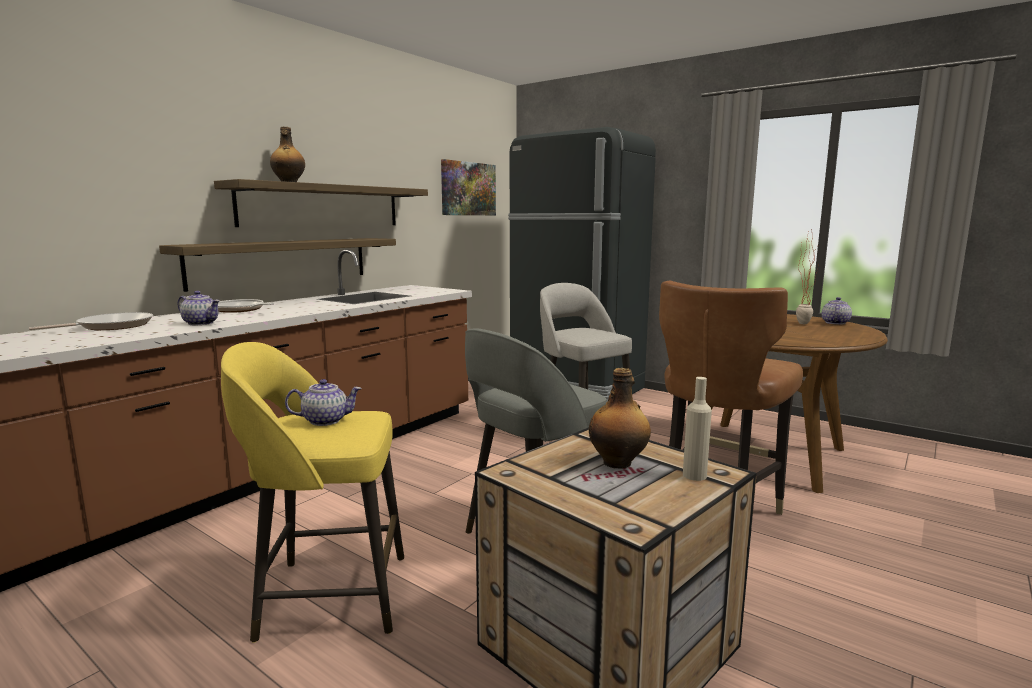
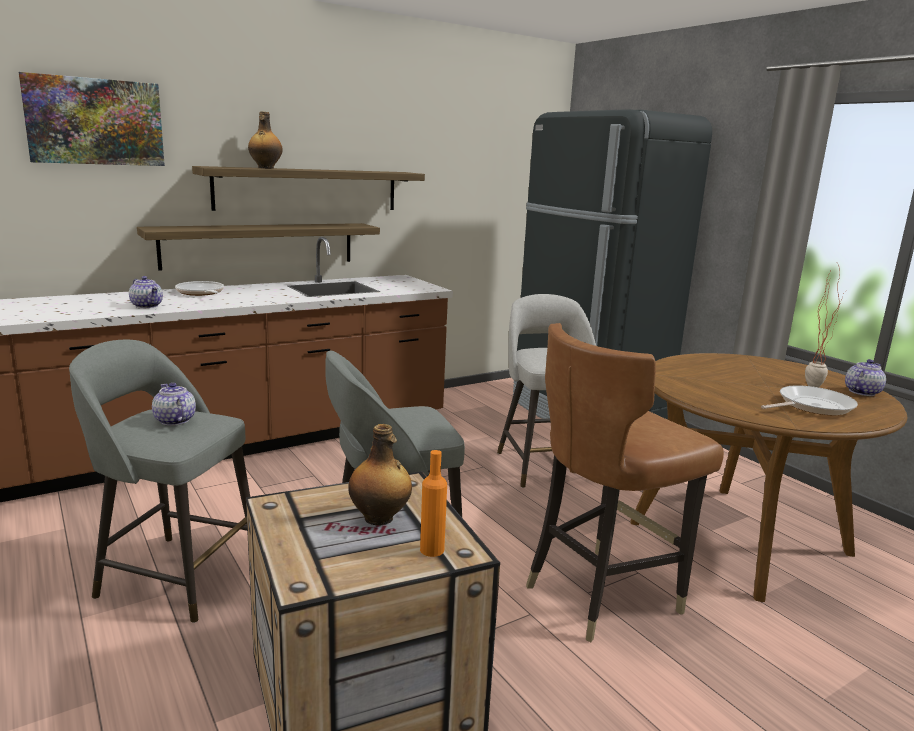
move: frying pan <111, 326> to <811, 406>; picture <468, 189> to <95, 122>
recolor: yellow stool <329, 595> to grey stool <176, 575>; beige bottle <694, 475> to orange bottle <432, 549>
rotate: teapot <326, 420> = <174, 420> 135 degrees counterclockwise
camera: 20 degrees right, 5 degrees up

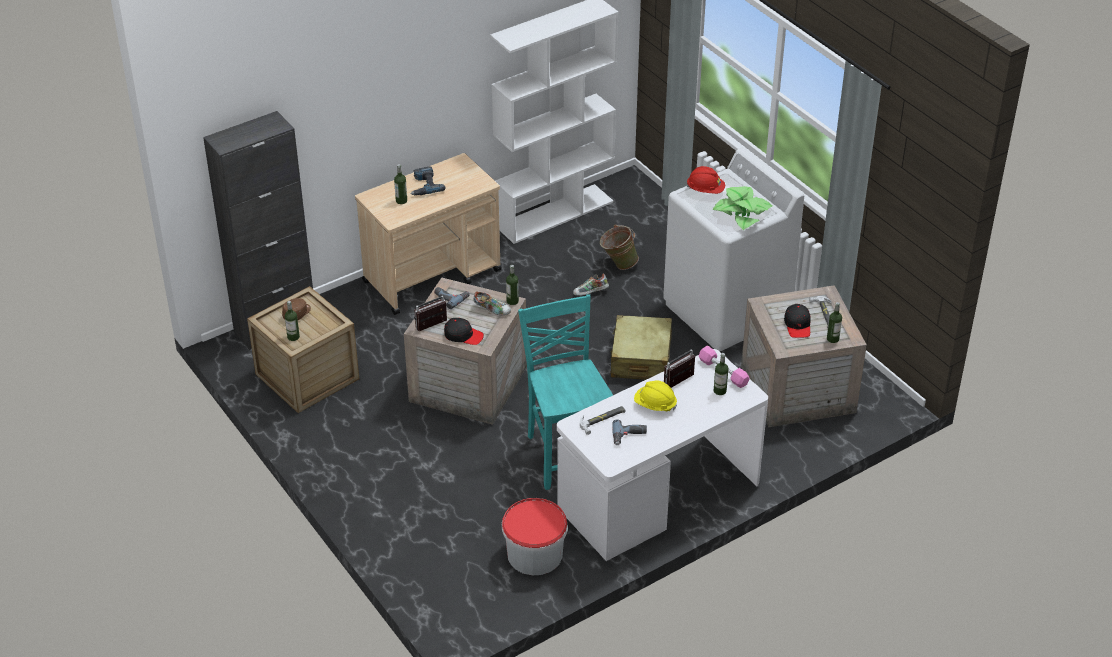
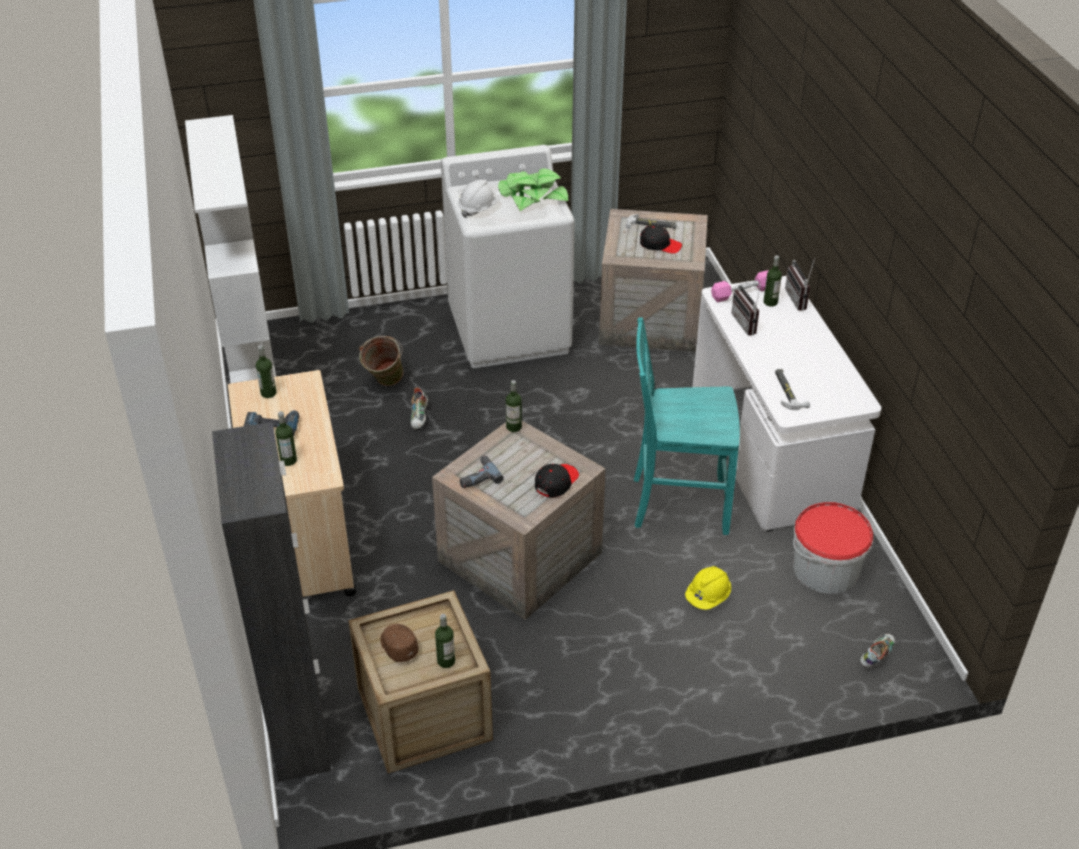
delete: beige suitcase <641, 358>; power drill <629, 436>
move: radio <433, 327> to <800, 299>; shoe <492, 309> to <876, 656>; yellow hard hat <655, 405> to <708, 597>; bottle <832, 339> to <268, 393>
recolor: red hard hat <705, 190> to white hard hat <478, 209>
camera: 70 degrees left, 0 degrees up

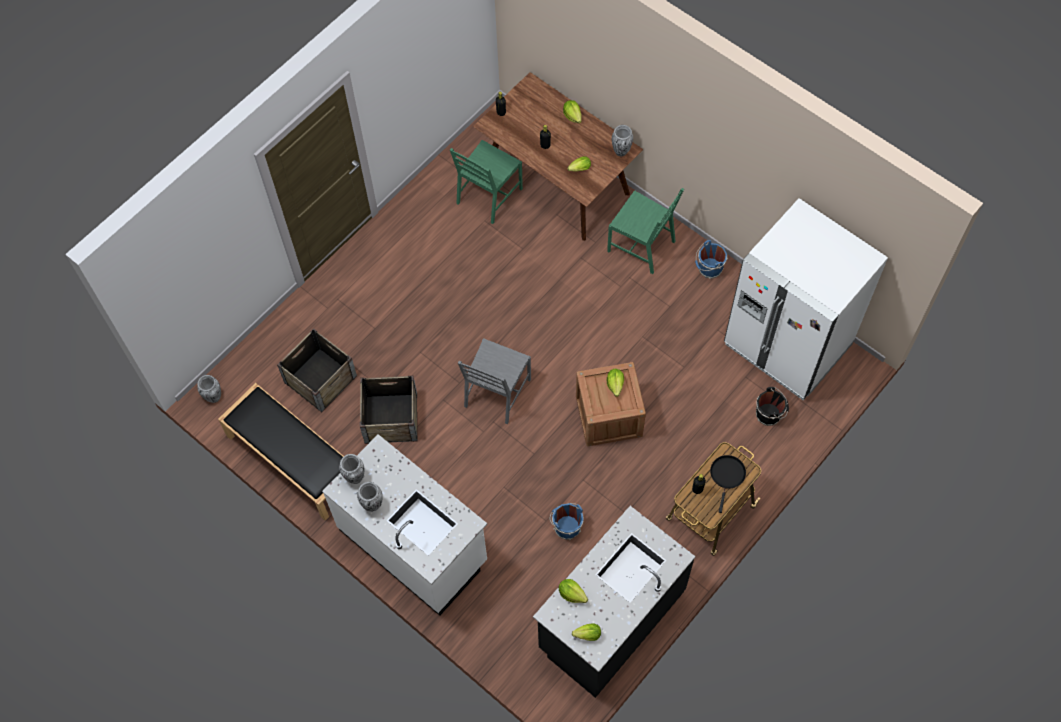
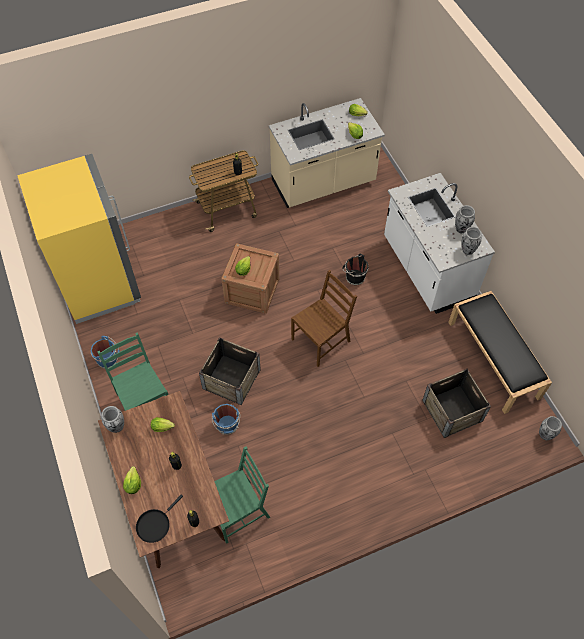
move: crate <390, 418> to <231, 379>; blue bucket <566, 526> to <227, 426>; black frying pan <727, 476> to <155, 524>; black bucket <769, 414> to <354, 277>
recolor: grey chair <497, 393> to brown chair <321, 340>; black counter <610, 619> to beige counter <323, 183>; white fridge <787, 345> to yellow fridge <99, 282>
camera: 155 degrees left, 5 degrees down

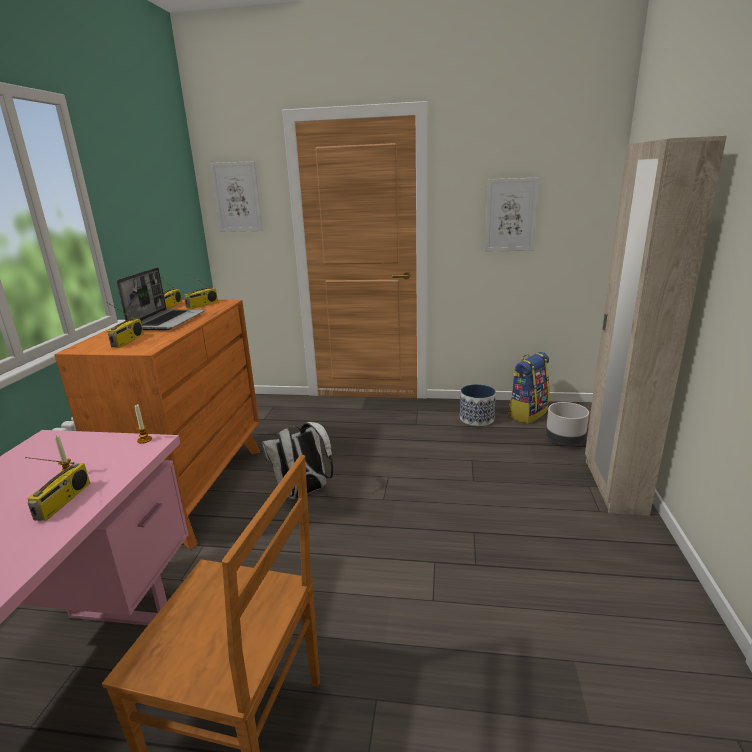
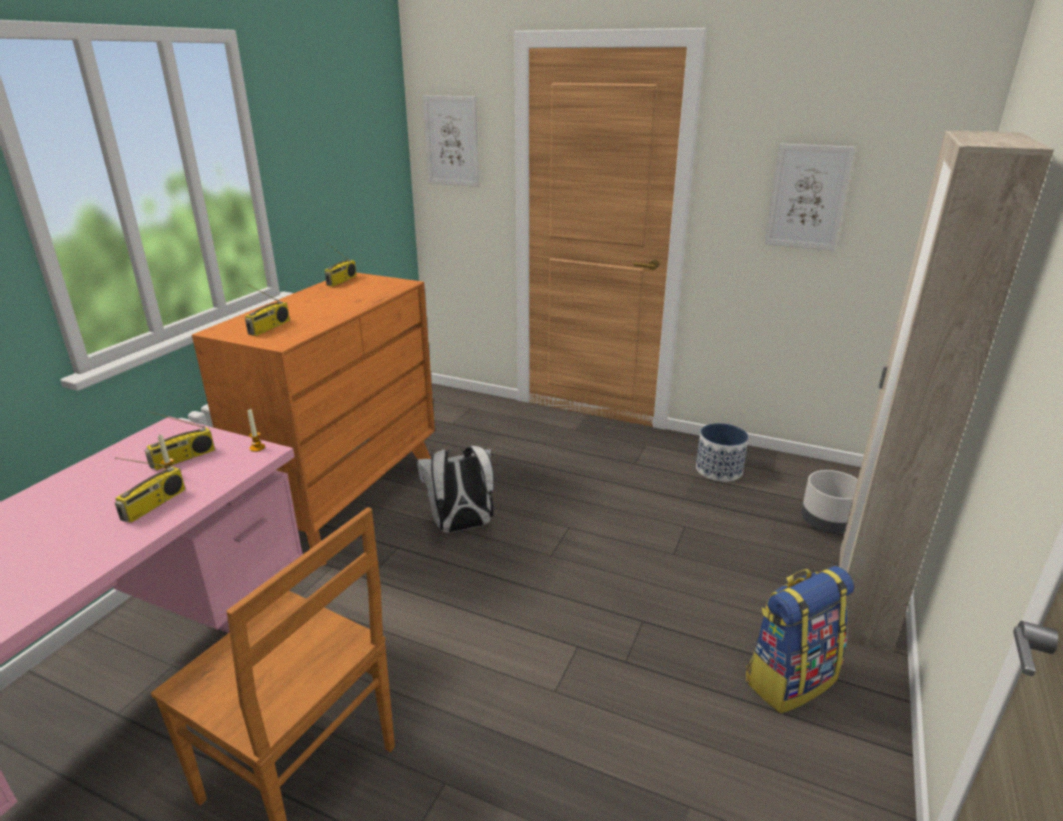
delete: laptop <168, 321>
move: radio <202, 305> to <183, 459>; backpack <527, 413> to <789, 679>
camera: 15 degrees right, 5 degrees up

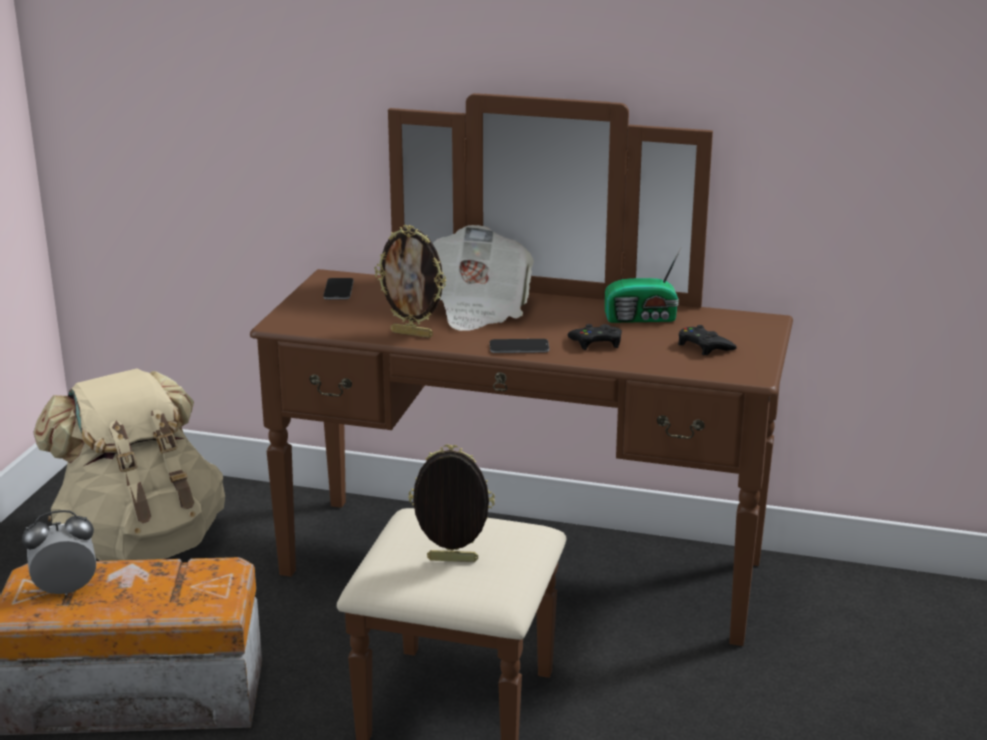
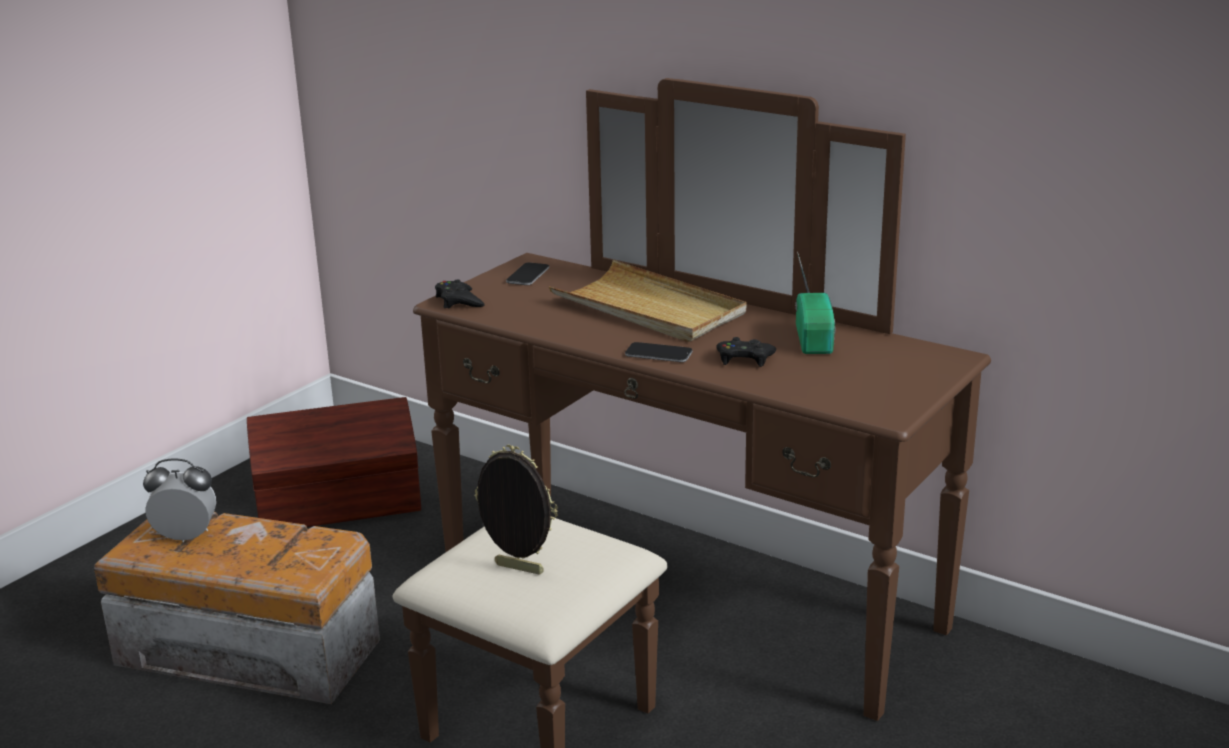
delete: picture frame <412, 334>
move: black game controller <704, 346> to <458, 301>
replace: beige backpack <141, 543> to brown storage box <341, 506>; newspaper <476, 308> to beige tray <649, 308>
rotate: radio <642, 318> = <815, 339> 105 degrees counterclockwise
camera: 20 degrees right, 0 degrees up

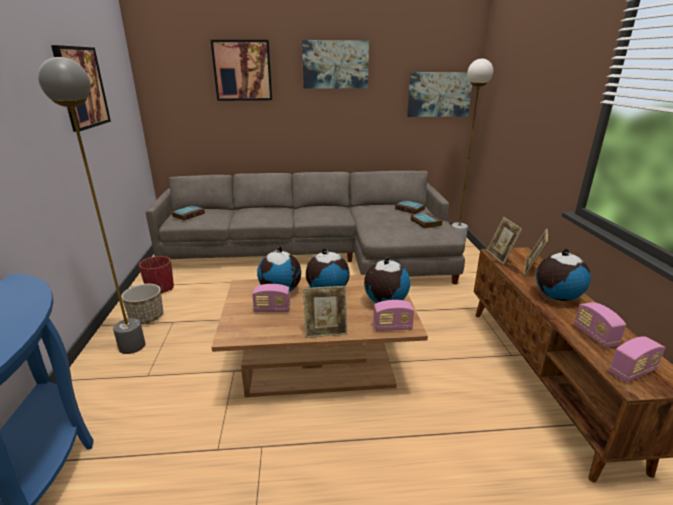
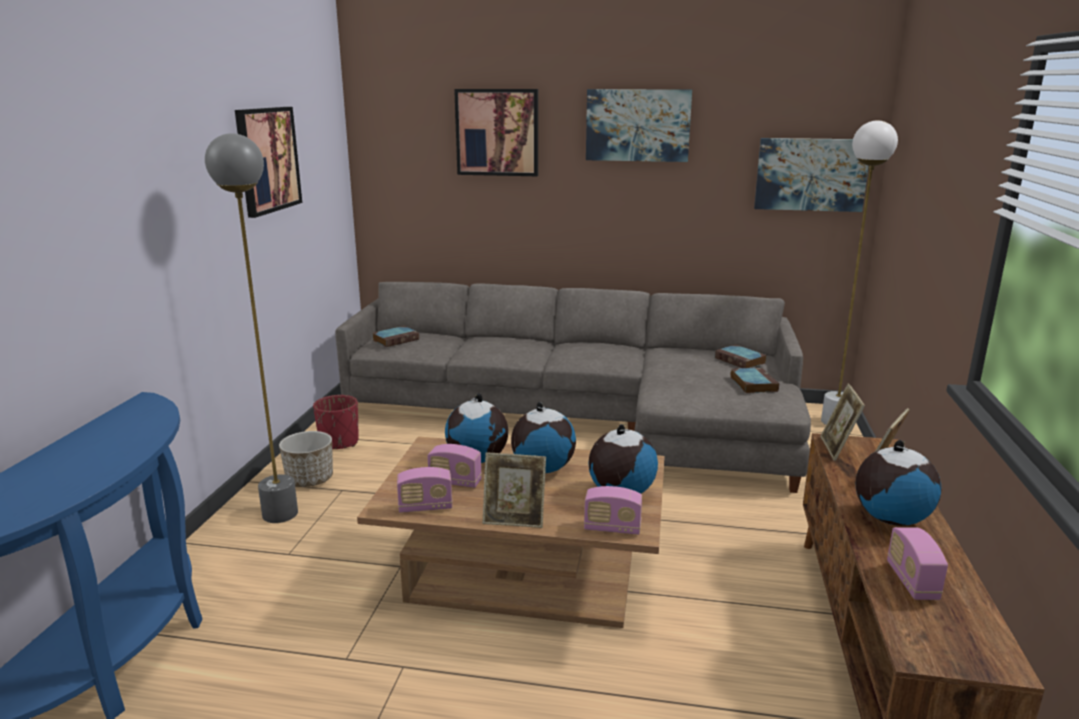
move: radio <632, 372> to <425, 507>
camera: 15 degrees right, 5 degrees down

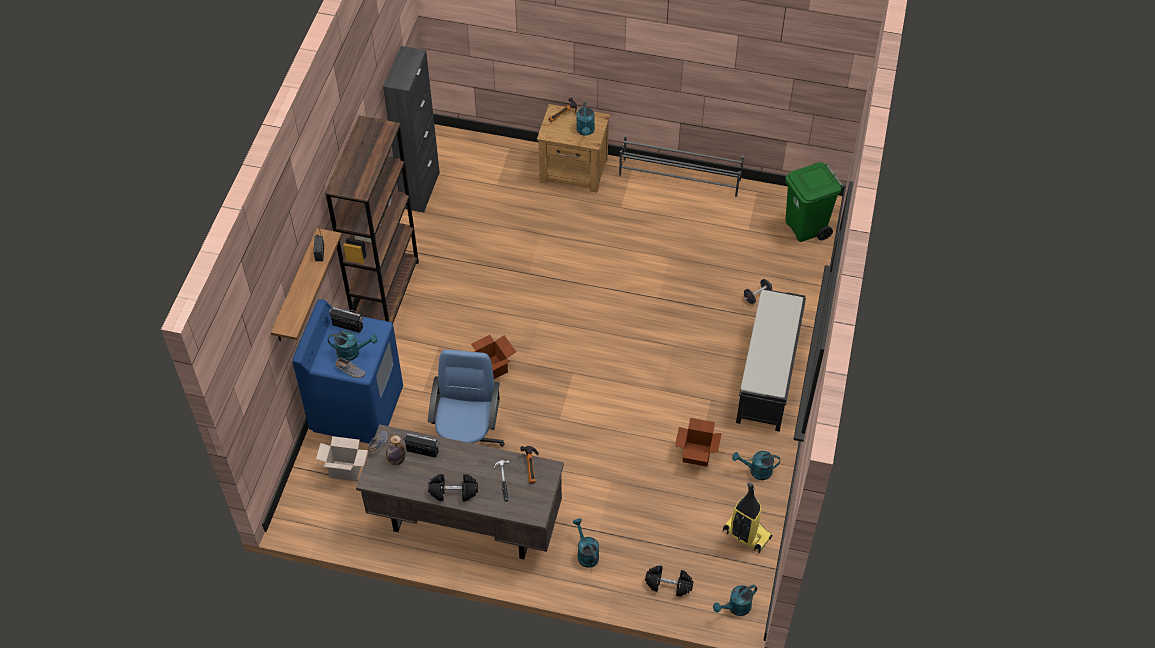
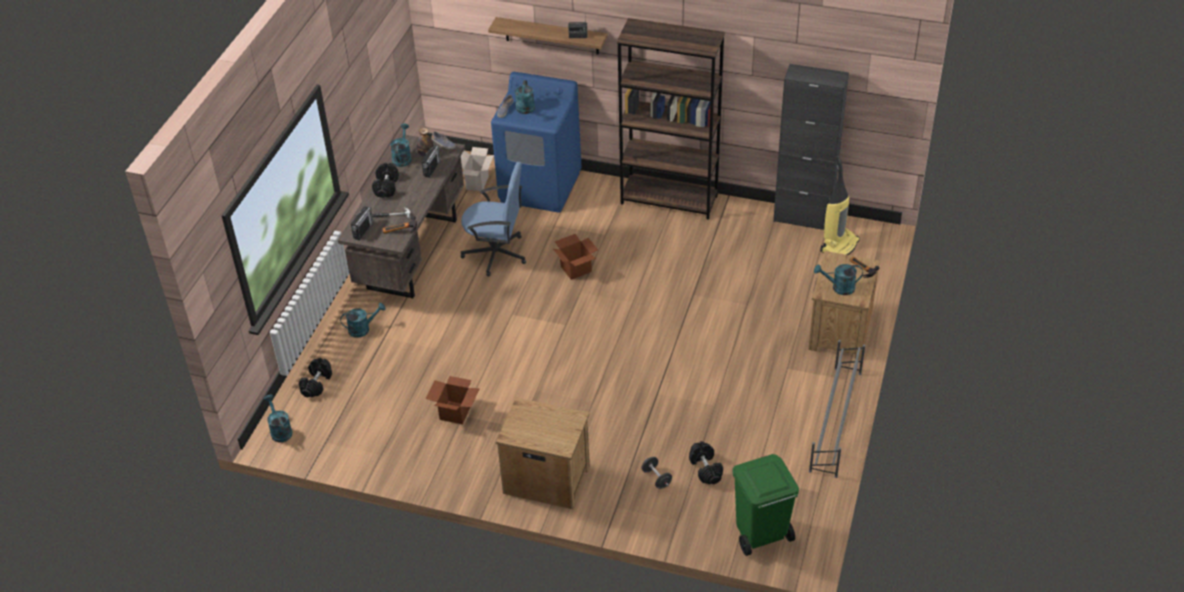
insert: black dumbbell <706, 469>
move: radio <347, 326> to <363, 230>; vacuum cleaner <745, 534> to <839, 246>; turquoise watering can <756, 471> to <402, 157>
replace: black bench <767, 375> to brown nightstand <545, 478>
camera: 95 degrees right, 10 degrees down

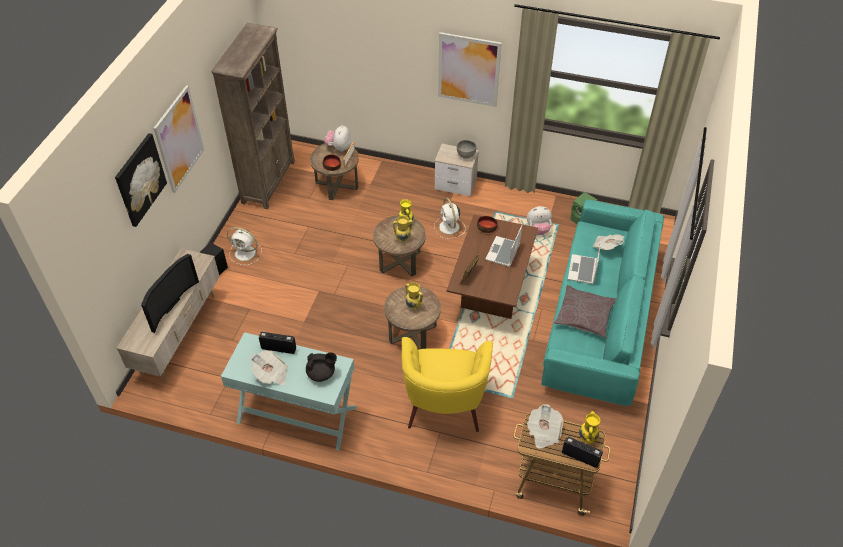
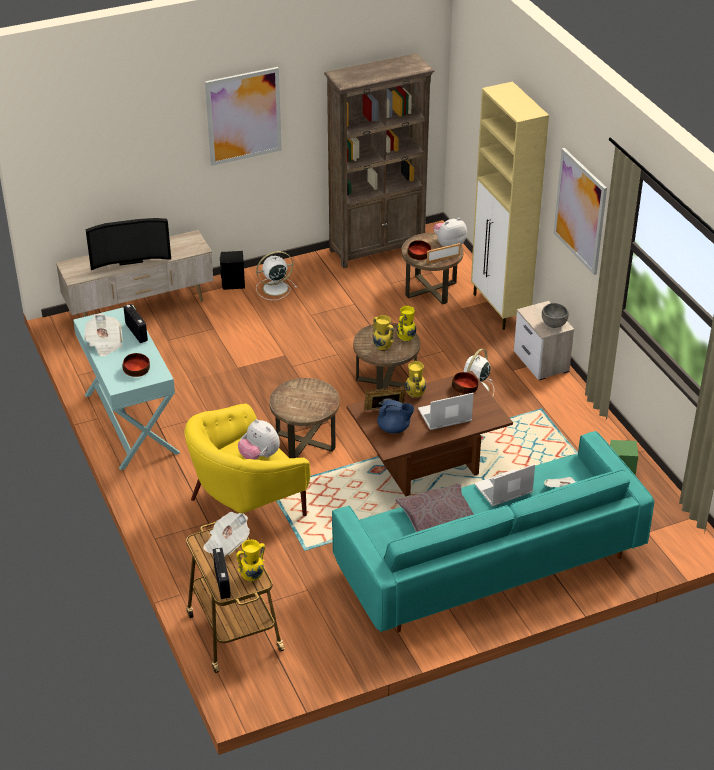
delete: picture <140, 179>
insert: blue teapot <394, 428>; beige cabinet <500, 309>
move: yellow vase <414, 306> to <415, 395>; plush toy <538, 229> to <259, 456>
replace: black teapot <321, 373> to bowl <136, 370>
rotate: white fan <246, 253> = <274, 288> 90 degrees clockwise
camera: 50 degrees right, 10 degrees down

